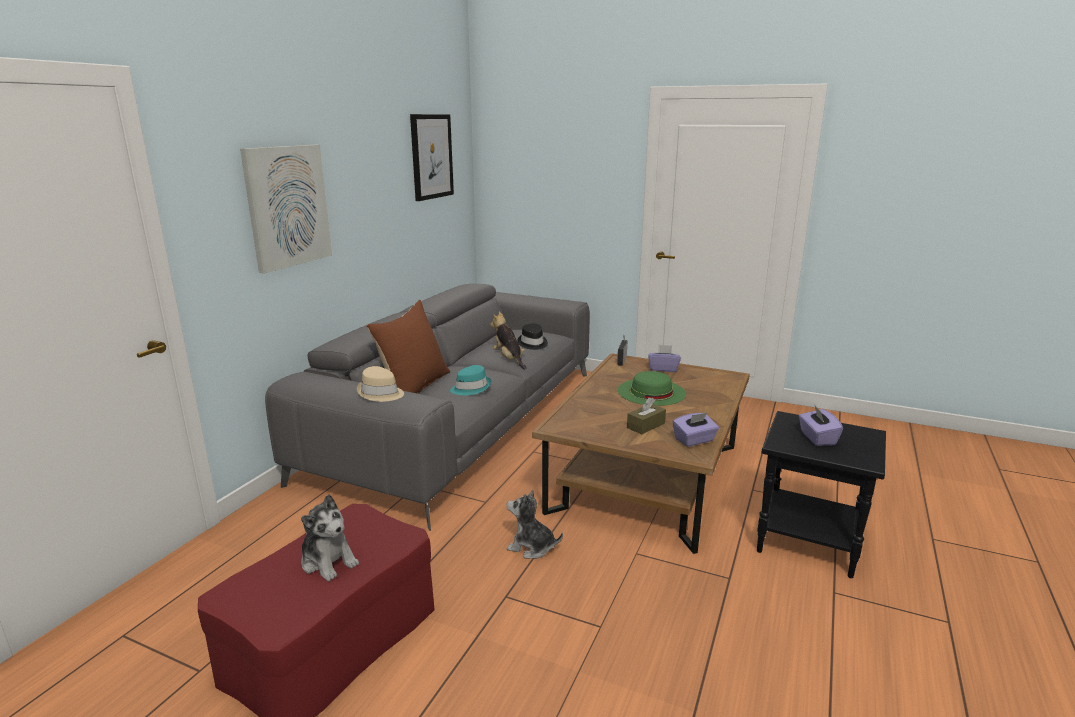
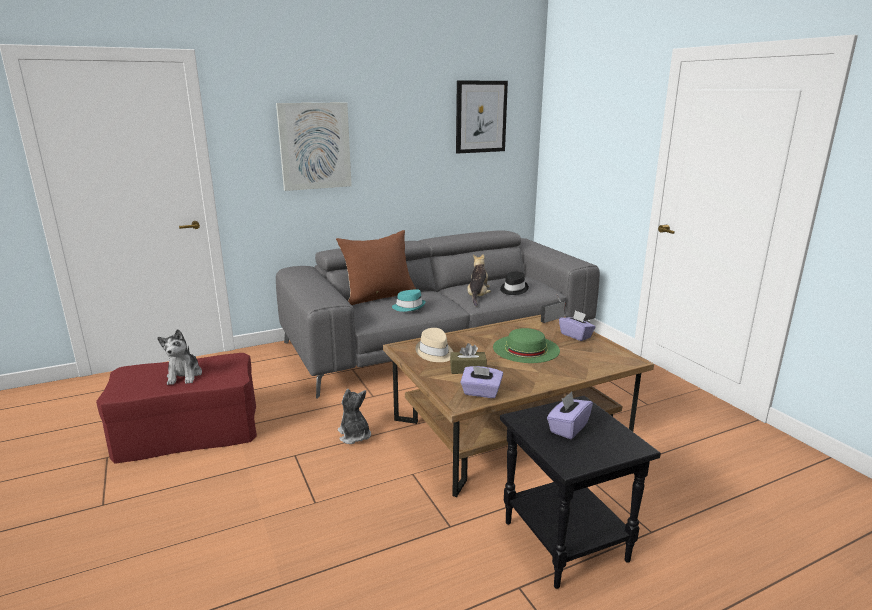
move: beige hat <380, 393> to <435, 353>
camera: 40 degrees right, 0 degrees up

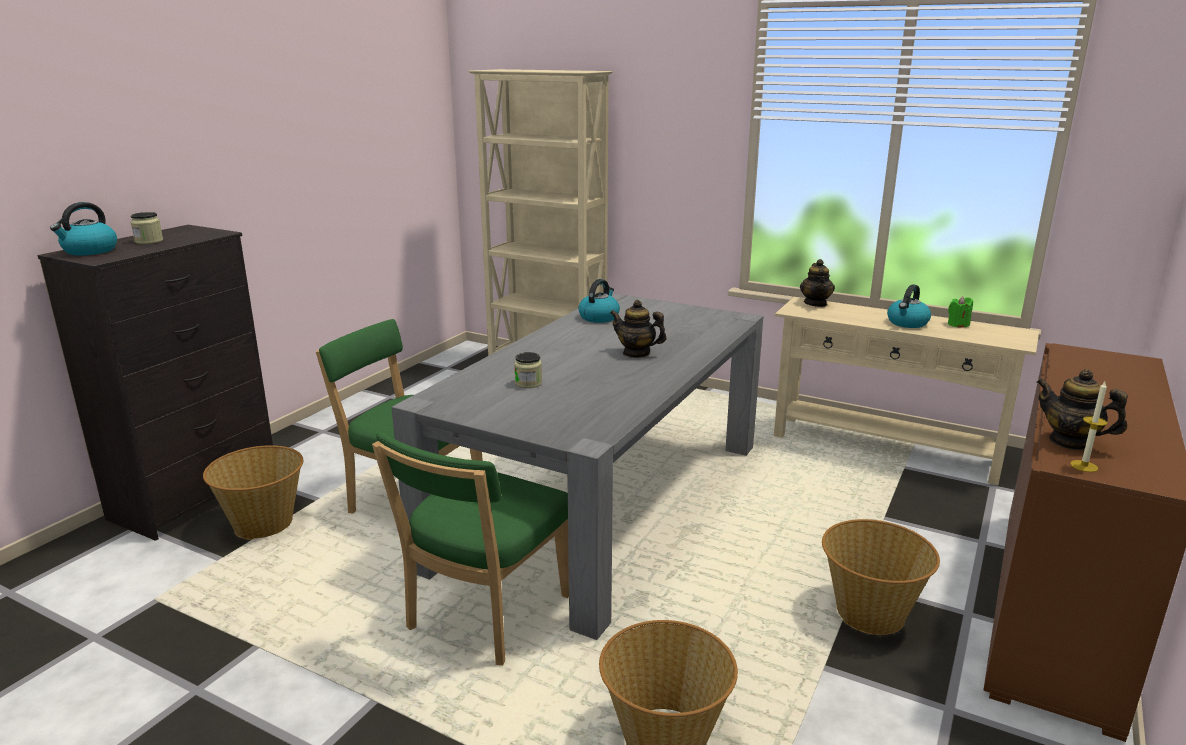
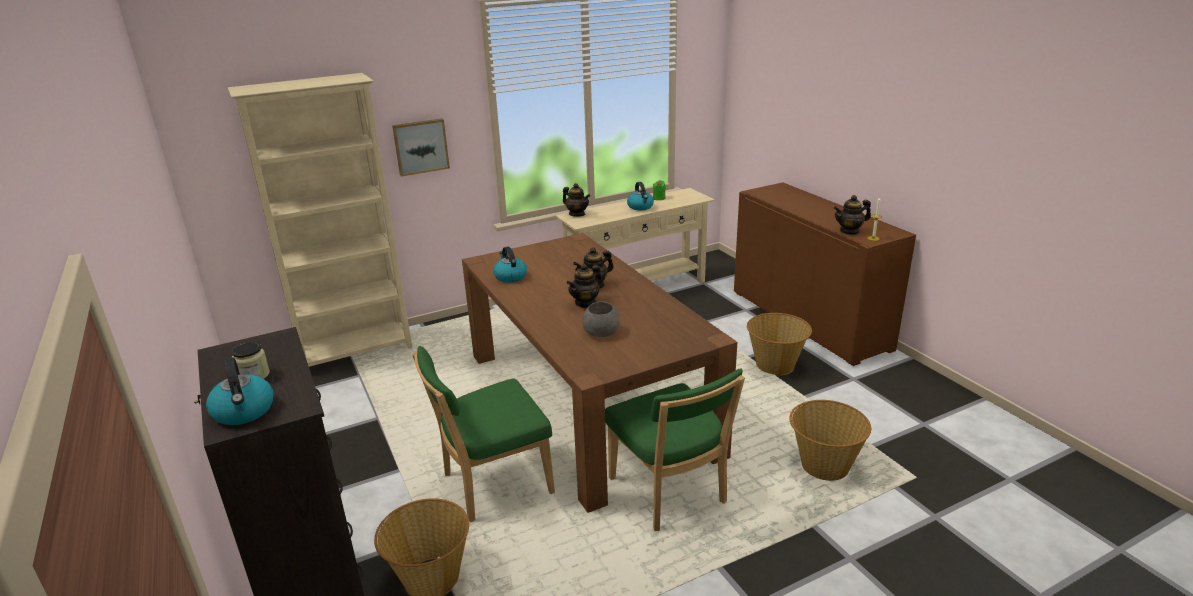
insert: picture <420, 146>; teapot <585, 303>
replace: jar <528, 383> to grey bowl <601, 332>
recolor: grey dining table <603, 502> to brown dining table <587, 402>
camera: 55 degrees left, 5 degrees up

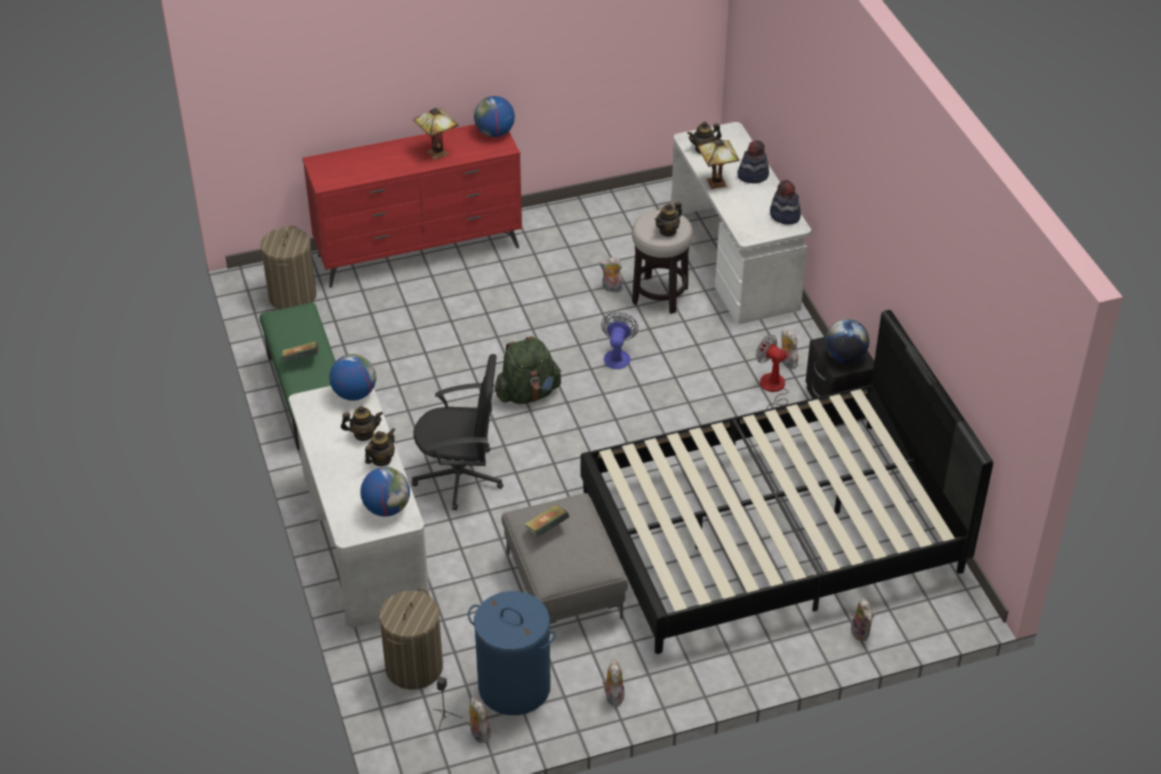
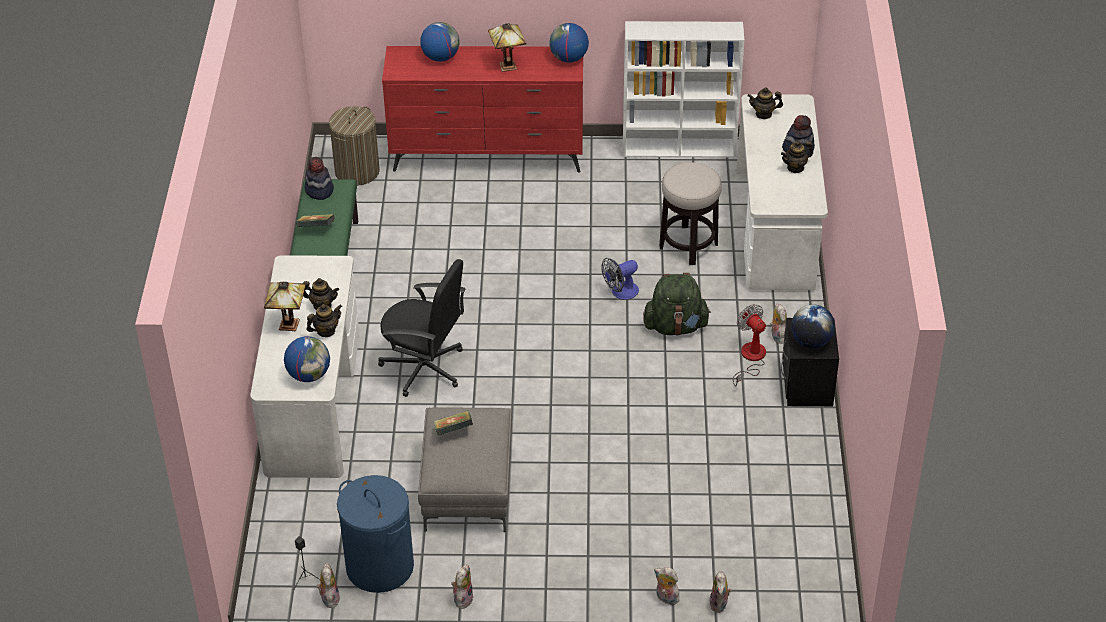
delete: laundry basket <414, 667>; black bed <772, 533>
insert: white bookcase <680, 147>
move: globe <354, 393> to <440, 57>; green backpack <528, 393> to <675, 326>; plush toy <611, 289> to <666, 598>; teapot <668, 231> to <795, 167>; table lamp <718, 183> to <289, 326>; hat <784, 215> to <319, 190>
rotate: fan <617, 356> = <620, 292> 150 degrees counterclockwise
camera: 20 degrees right, 0 degrees up

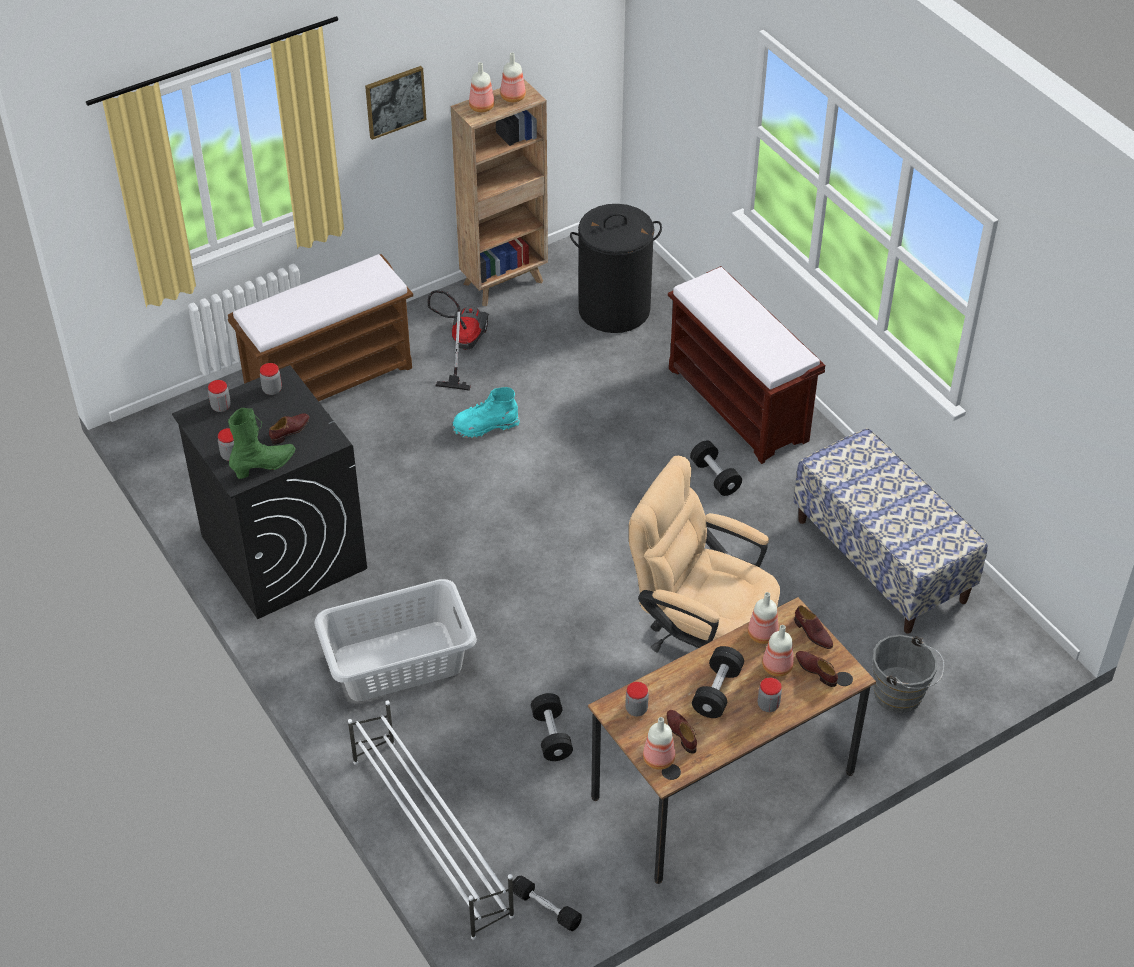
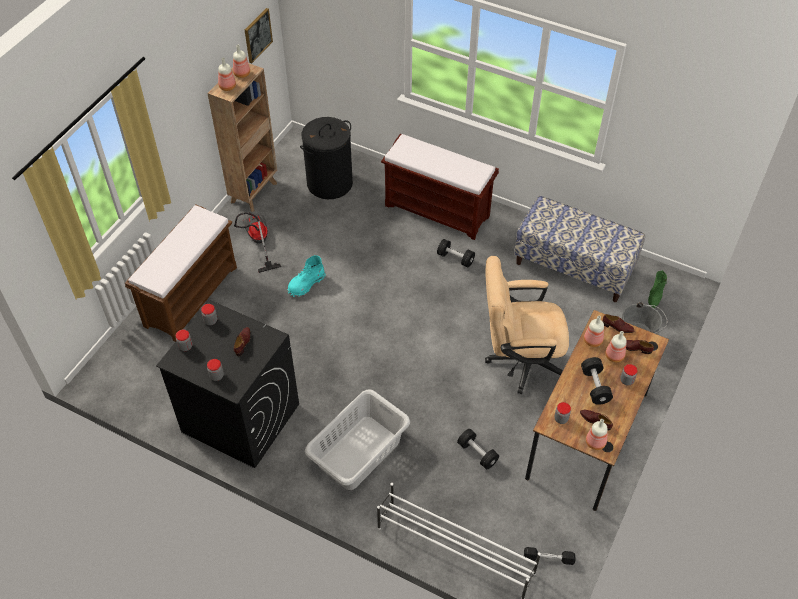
move: green boot <264, 466> to <654, 299>; picture <395, 101> to <257, 35>
camera: 30 degrees left, 5 degrees up

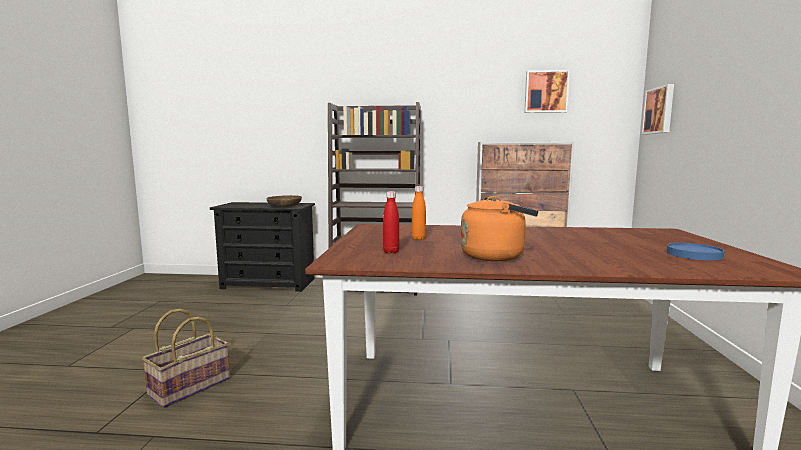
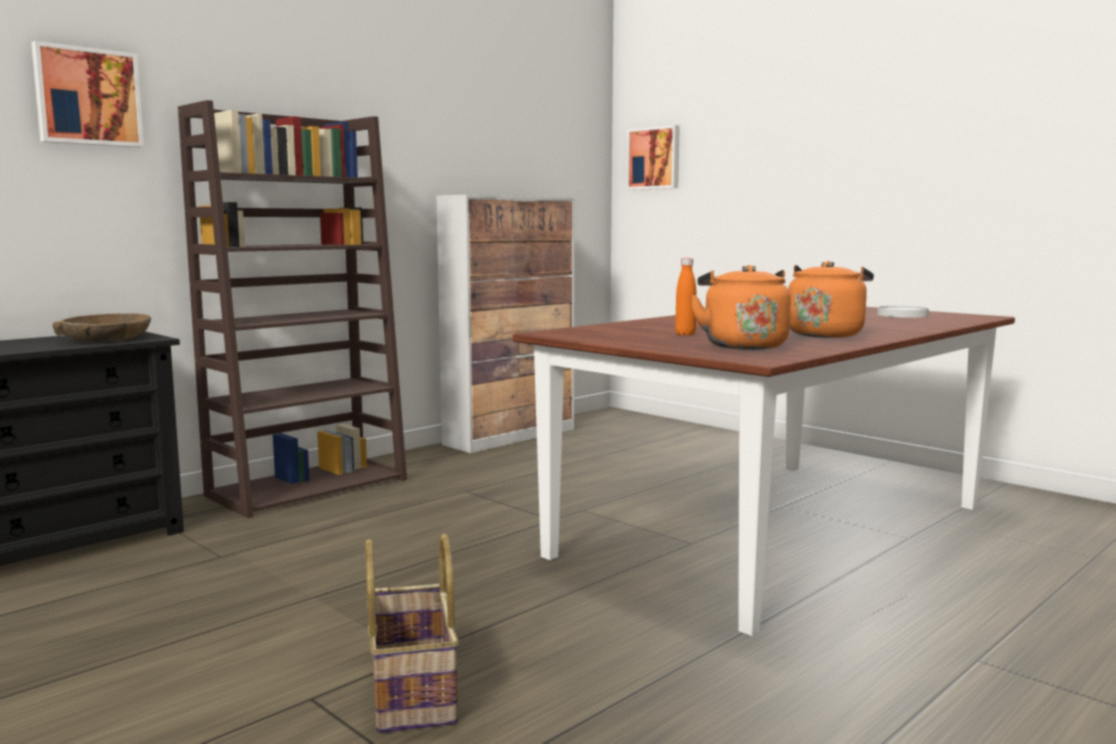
move: picture <546, 92> to <87, 97>
replace: red bottle <391, 252> to orange kettle <742, 345>
recolor: blue plate <694, 254> to white plate <902, 315>
camera: 50 degrees left, 0 degrees up

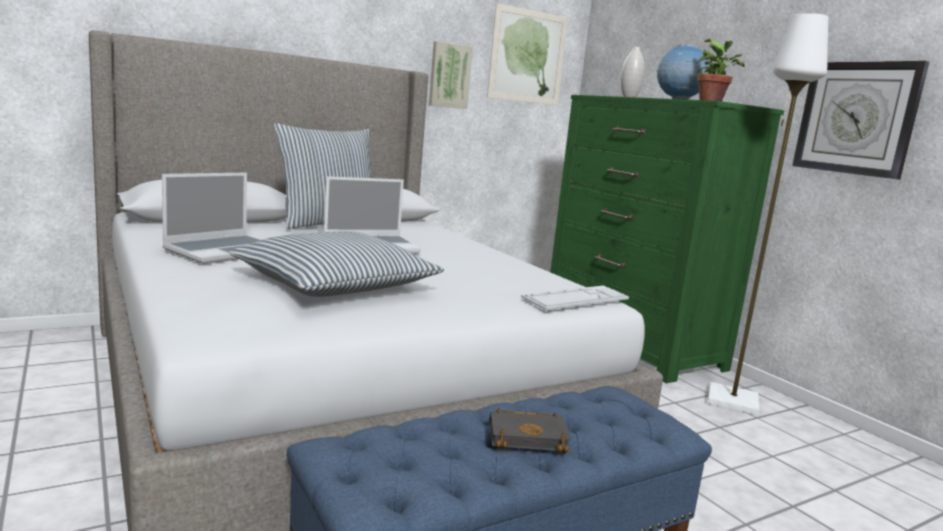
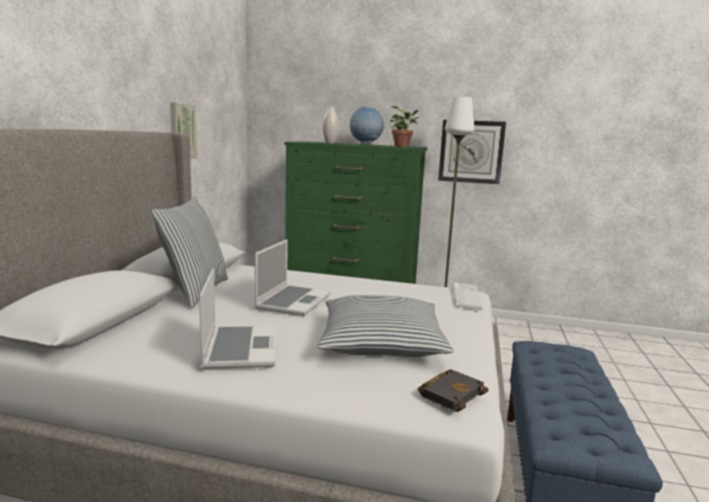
delete: picture <527, 56>
move: black book <529, 436> to <451, 393>
camera: 45 degrees left, 0 degrees up

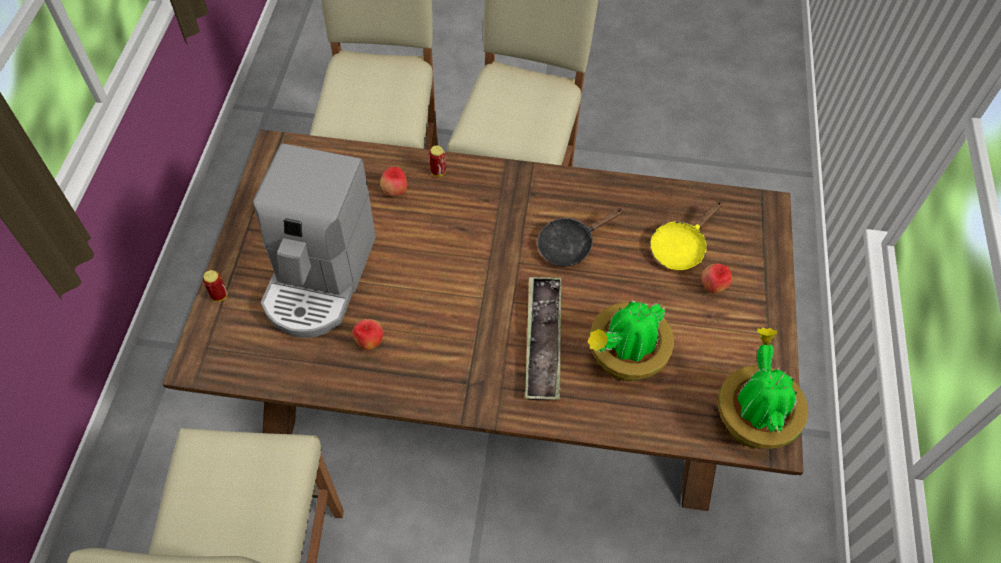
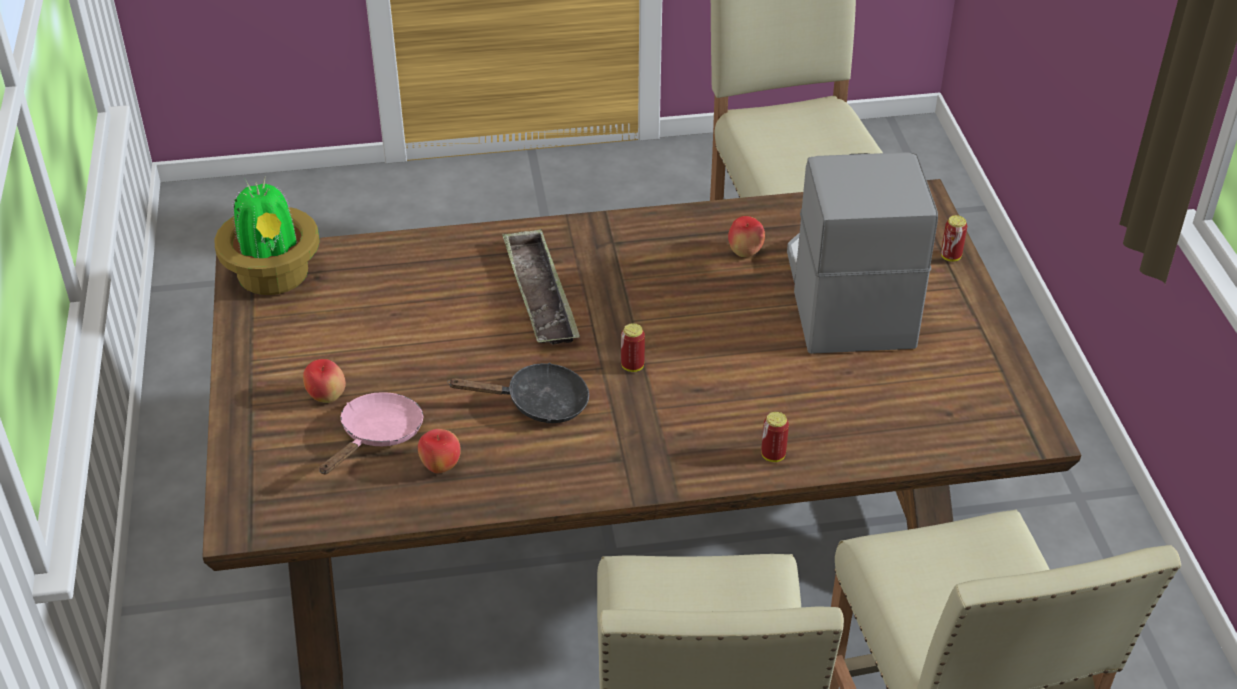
delete: potted plant <623, 359>
insert: can <632, 366>
move: apple <395, 191> to <440, 467>
recolor: yellow frying pan <680, 247> to pink frying pan <377, 435>
rotate: black frying pan <570, 245> = <539, 403> 45 degrees clockwise
camera: 165 degrees right, 15 degrees down

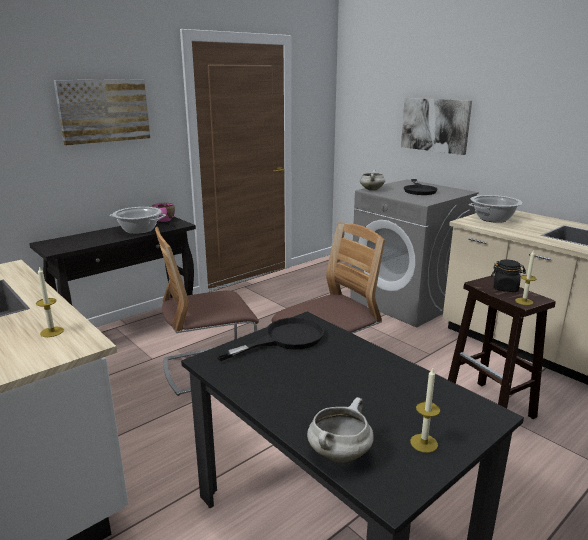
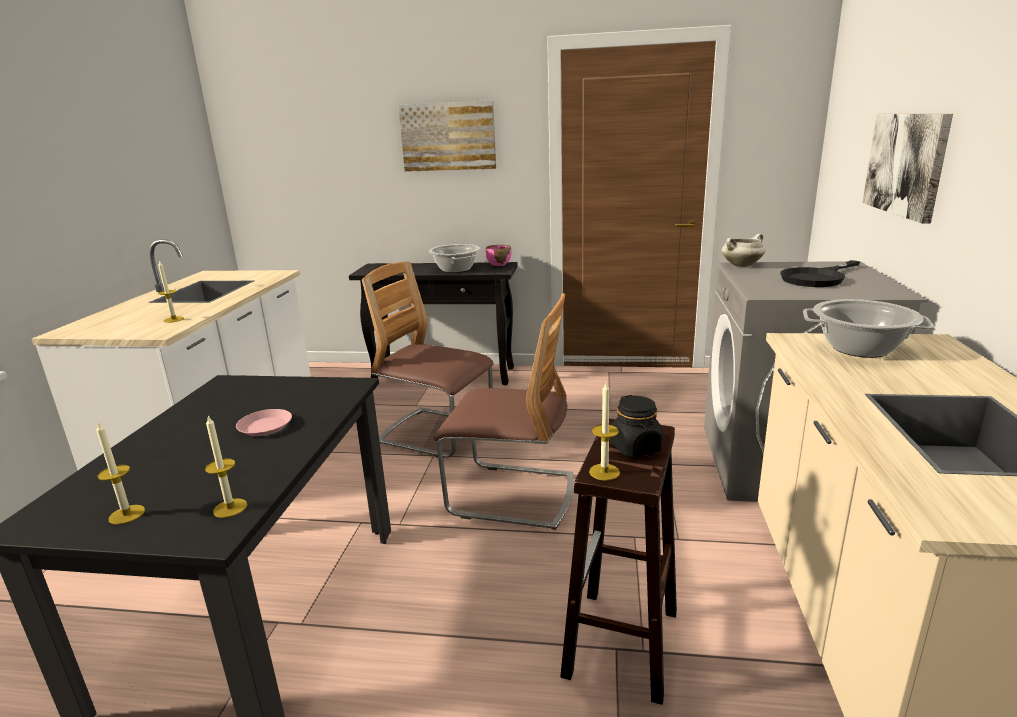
delete: black frying pan <284, 339>; white cooking pot <339, 453>
insert: candle <230, 508>; pink plate <265, 426>
camera: 50 degrees right, 0 degrees up

